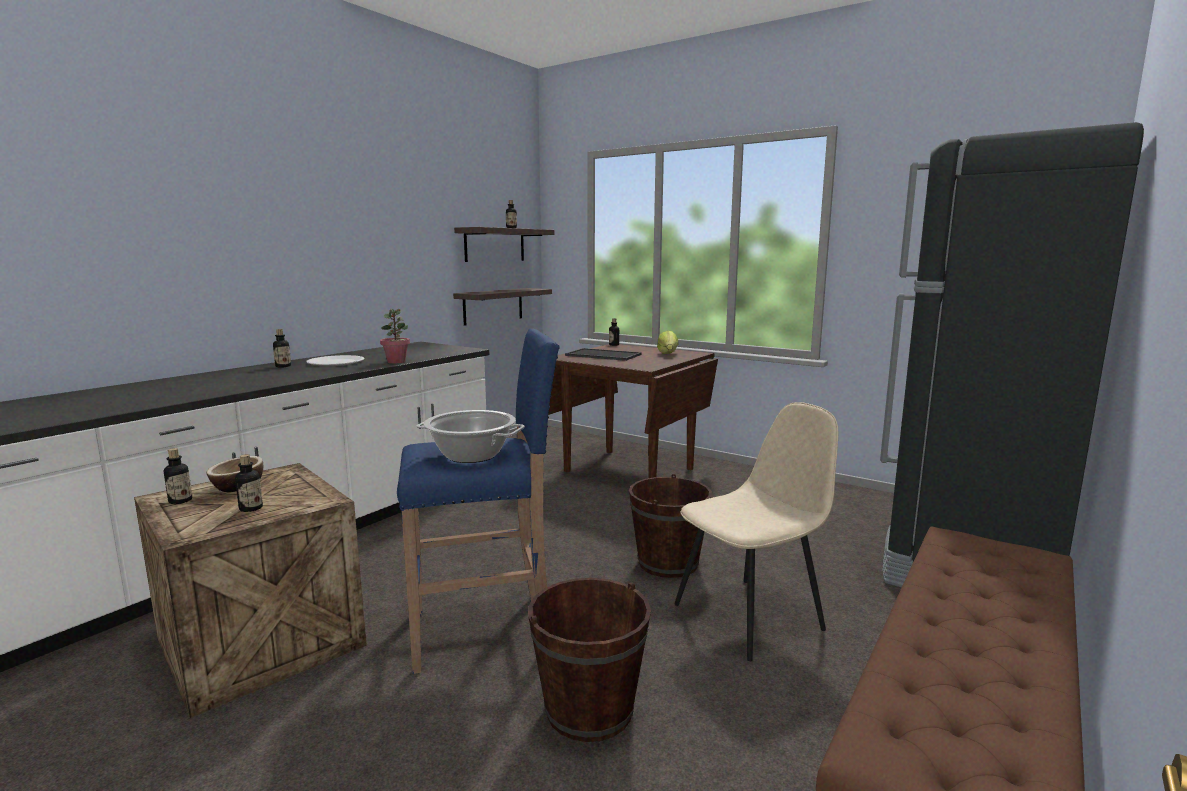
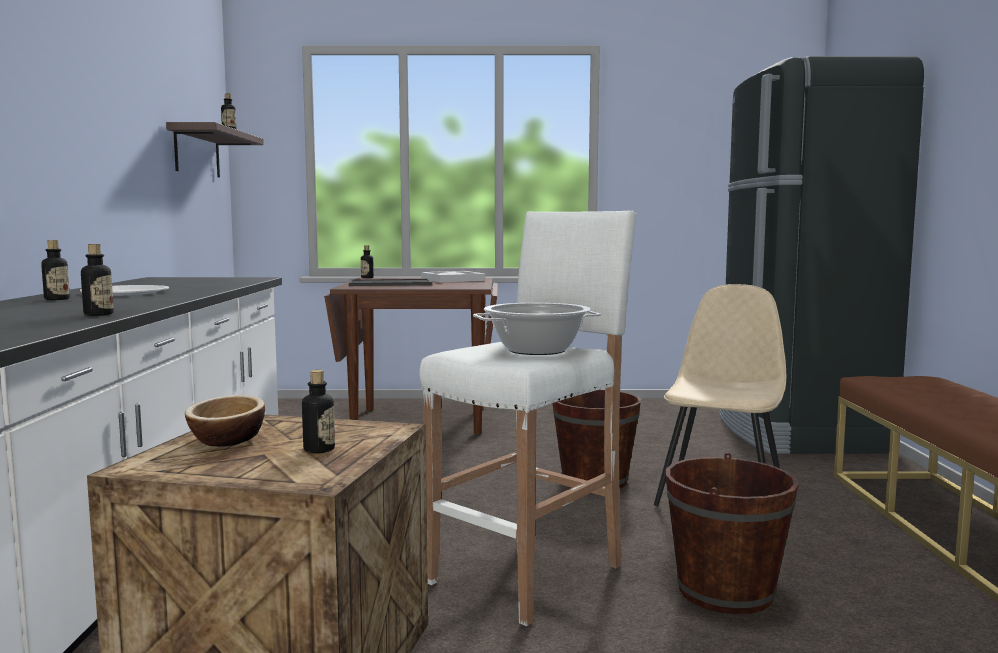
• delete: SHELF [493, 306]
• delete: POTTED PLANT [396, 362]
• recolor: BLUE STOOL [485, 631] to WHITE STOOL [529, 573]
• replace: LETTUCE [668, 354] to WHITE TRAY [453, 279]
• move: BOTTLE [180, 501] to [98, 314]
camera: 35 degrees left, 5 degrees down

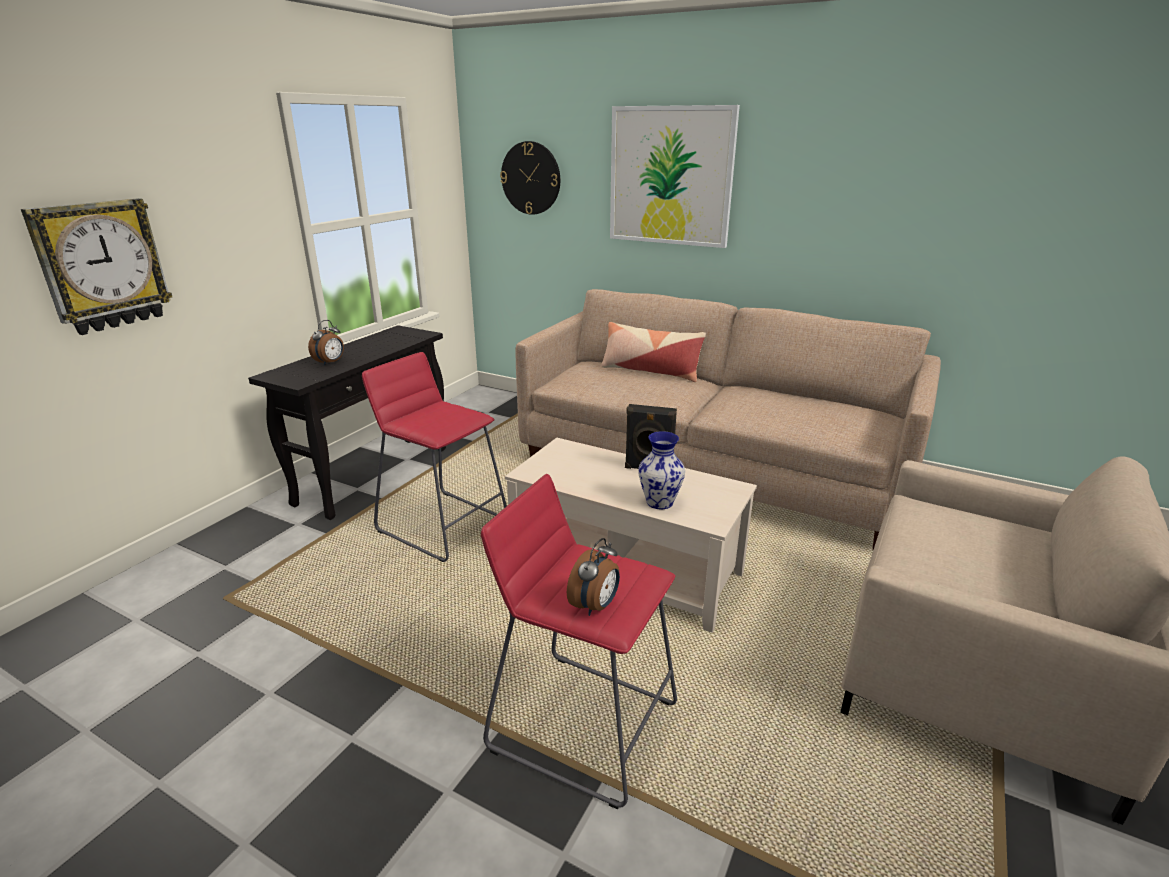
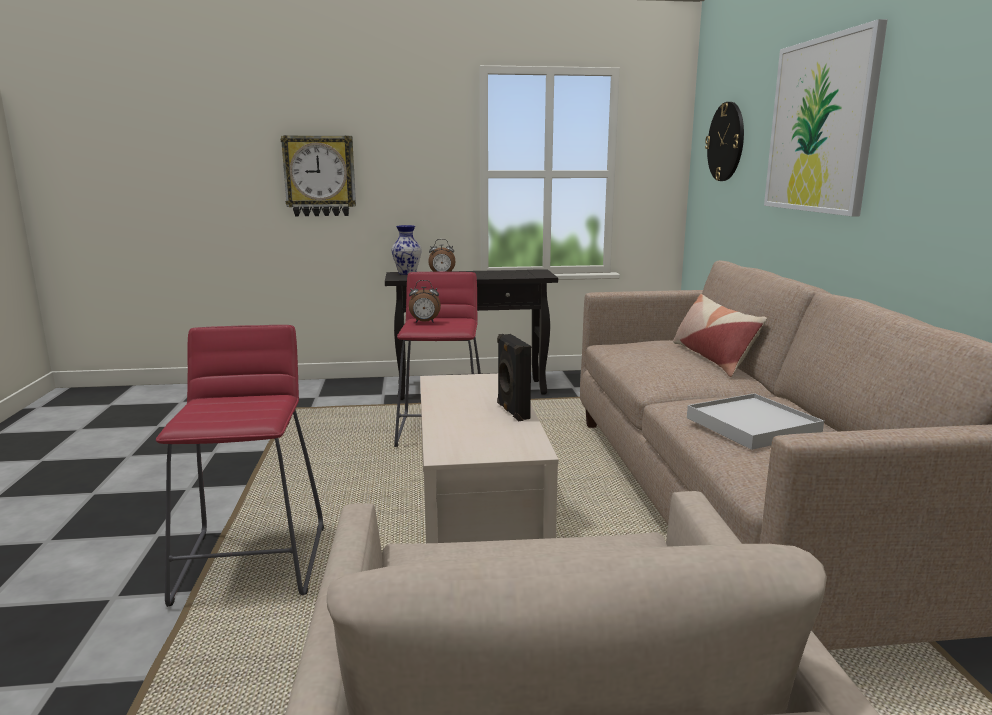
• move: VASE [660, 502] to [407, 273]
• move: ALARM CLOCK [595, 606] to [424, 322]
• insert: WHITE TRAY [752, 426]
camera: 55 degrees right, 10 degrees down

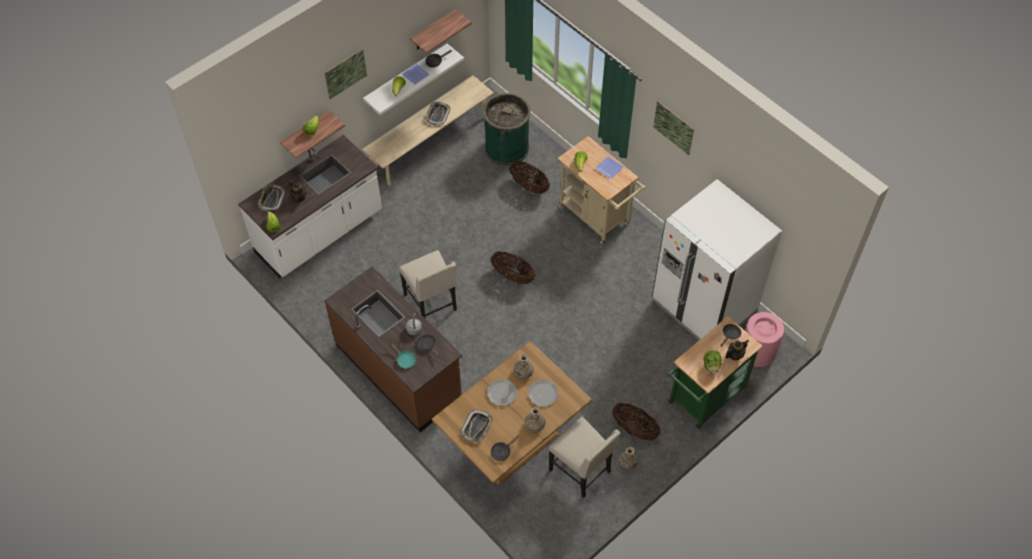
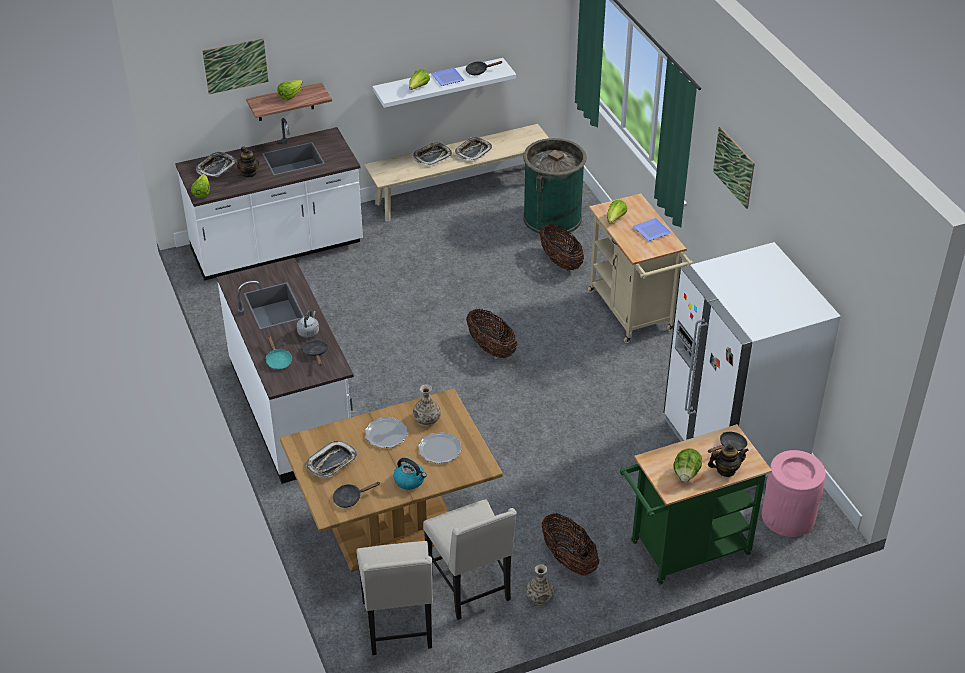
• delete: SHELF [433, 31]
• move: PICTURE [345, 73] to [235, 66]
• move: BEIGE CHAIR [432, 303] to [399, 626]
• recolor: BROWN COUNTER [399, 371] to WHITE COUNTER [292, 411]
• replace: VASE [535, 425] to KETTLE [410, 480]
• insert: TRAY [432, 156]
camera: 20 degrees right, 15 degrees down

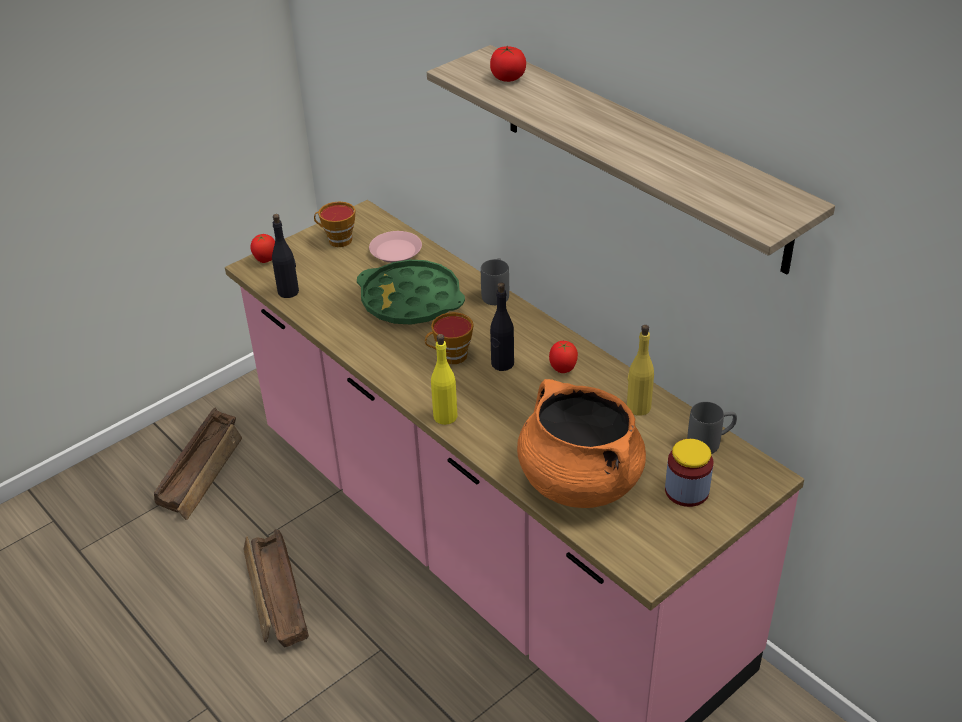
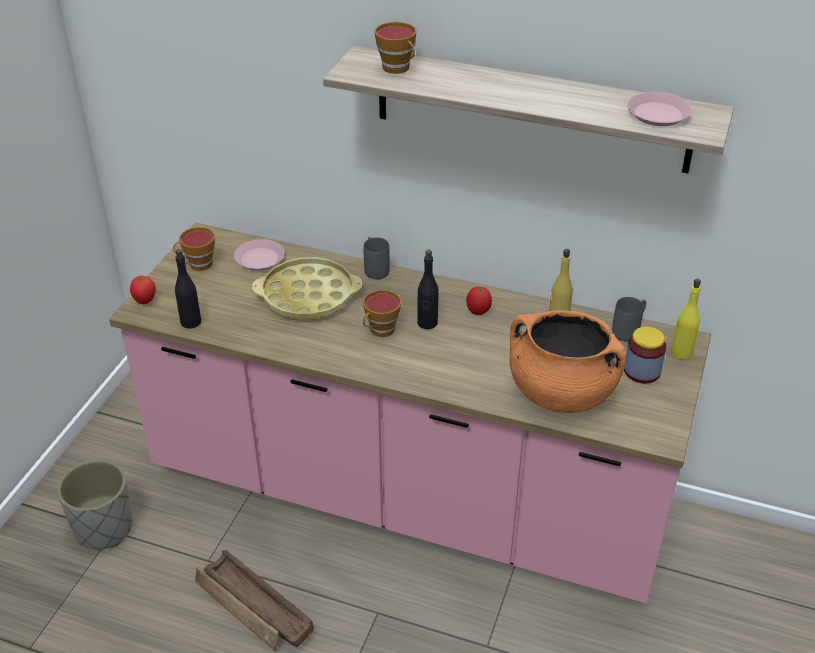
• replace: TOMATO [508, 78] to CUP [398, 68]
• recolor: GREEN TRAY [411, 300] to YELLOW TRAY [308, 296]
• move: YELLOW BOTTLE [445, 416] to [681, 352]
• replace: CRATE [202, 470] to GREY PLANTER [103, 527]
• insert: PINK PLATE [658, 114]
camera: 30 degrees left, 0 degrees up

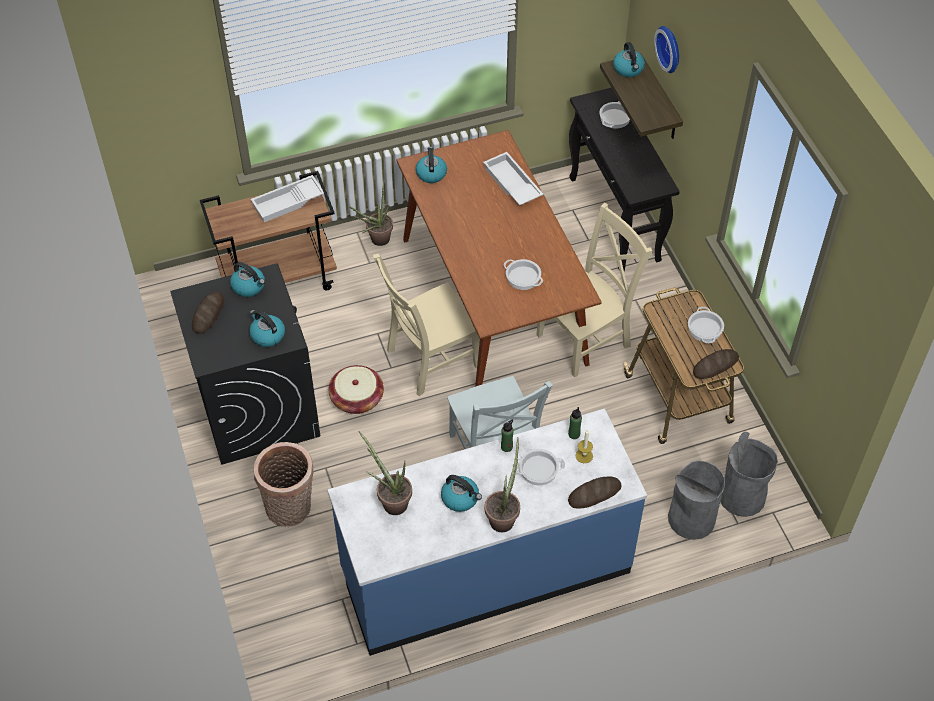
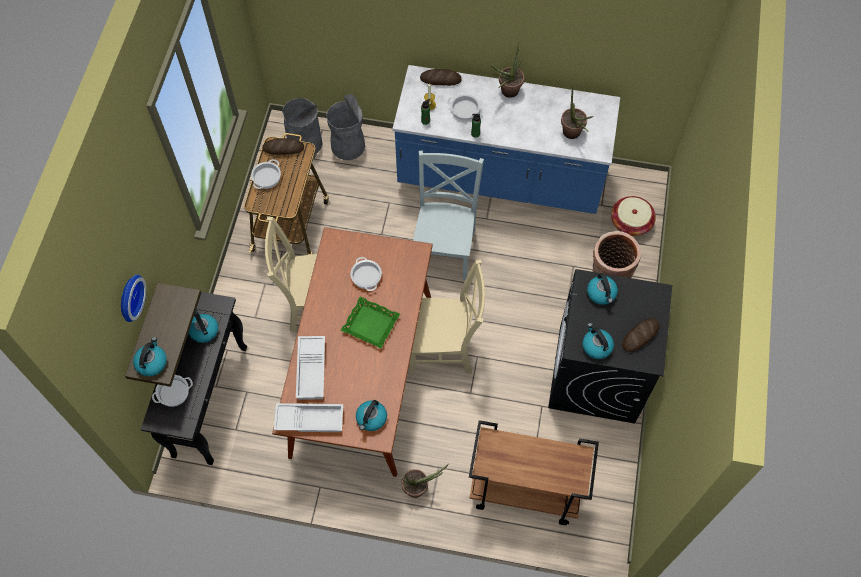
• move: WHITE TRAY [288, 203] to [310, 419]
• move: BASKET [357, 398] to [631, 222]
• move: KETTLE [461, 498] to [204, 330]
• insert: GREEN TRAY [370, 325]
camera: 150 degrees left, 10 degrees up

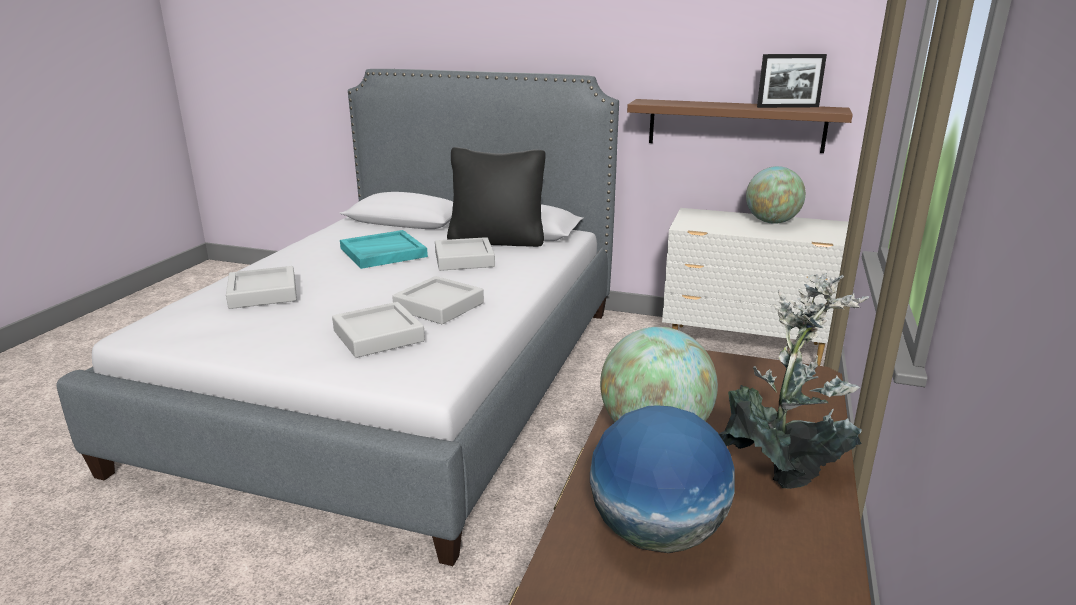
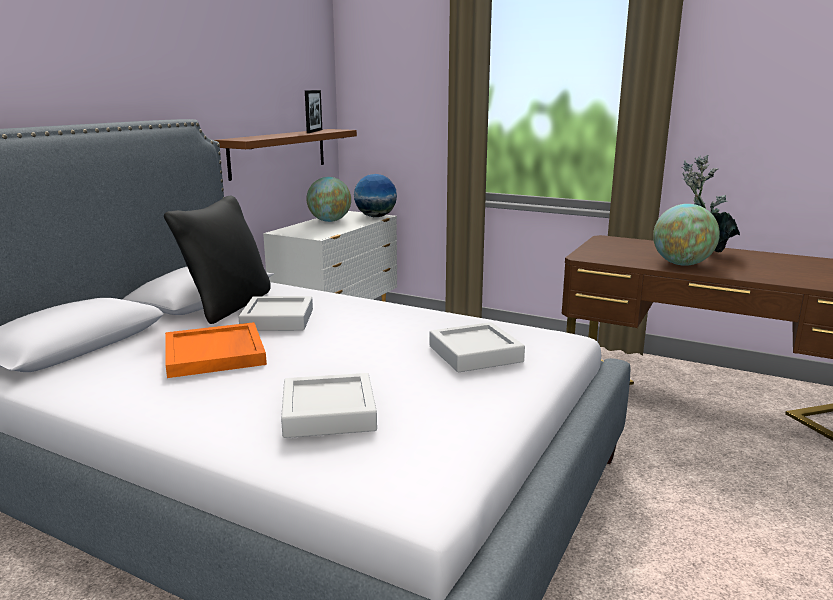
• recolor: TURQUOISE TRAY [383, 253] to ORANGE TRAY [215, 354]
• delete: GREY TRAY [439, 306]
• move: GLOBE [657, 533] to [375, 217]
camera: 80 degrees left, 5 degrees down

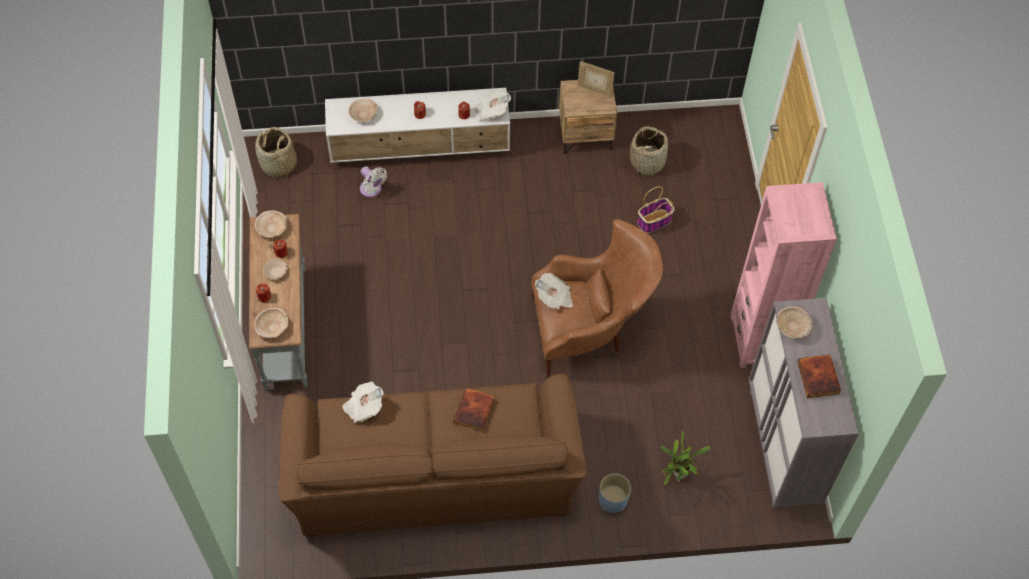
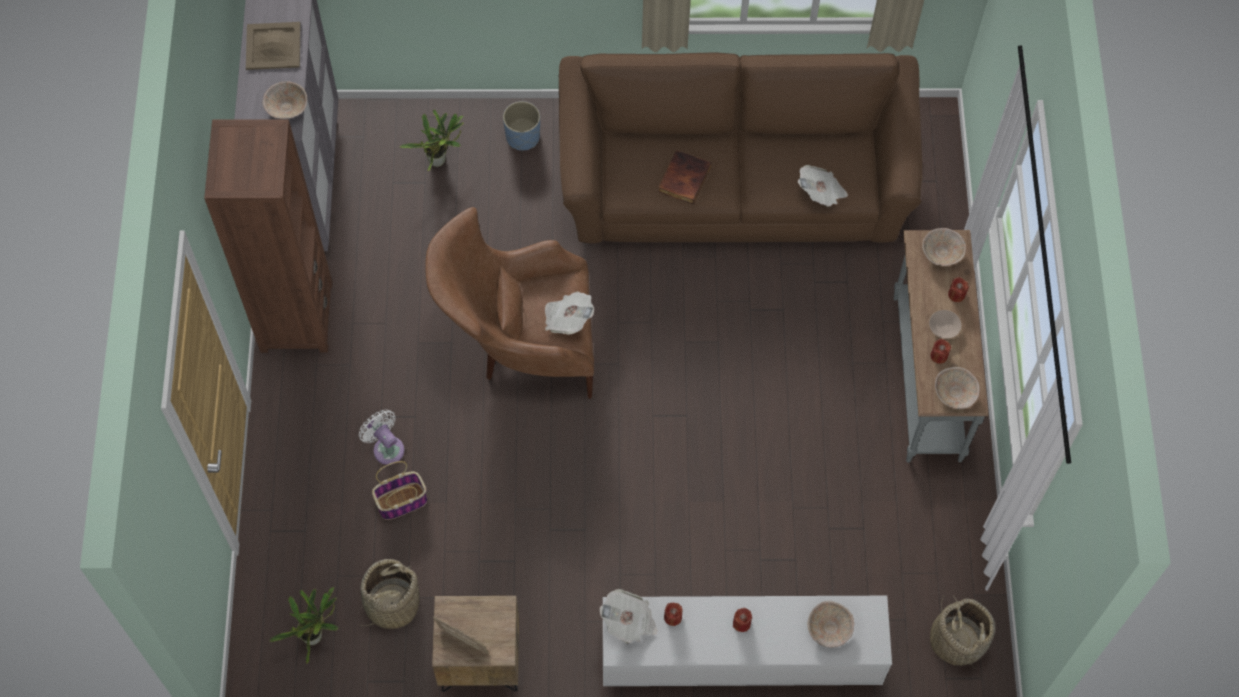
• move: WHITE FAN [372, 190] to [386, 447]
• recolor: PINK BOOKCASE [760, 339] to BROWN BOOKCASE [296, 317]
• replace: BOOK [819, 378] to BEIGE TRAY [272, 46]
• insert: POTTED PLANT [315, 635]
camera: 175 degrees left, 5 degrees up

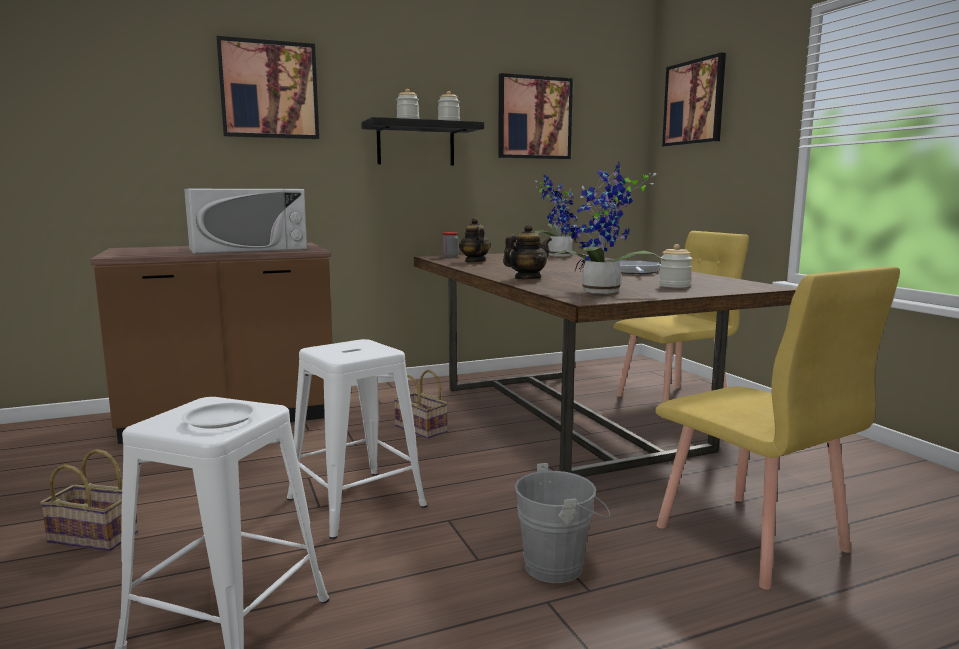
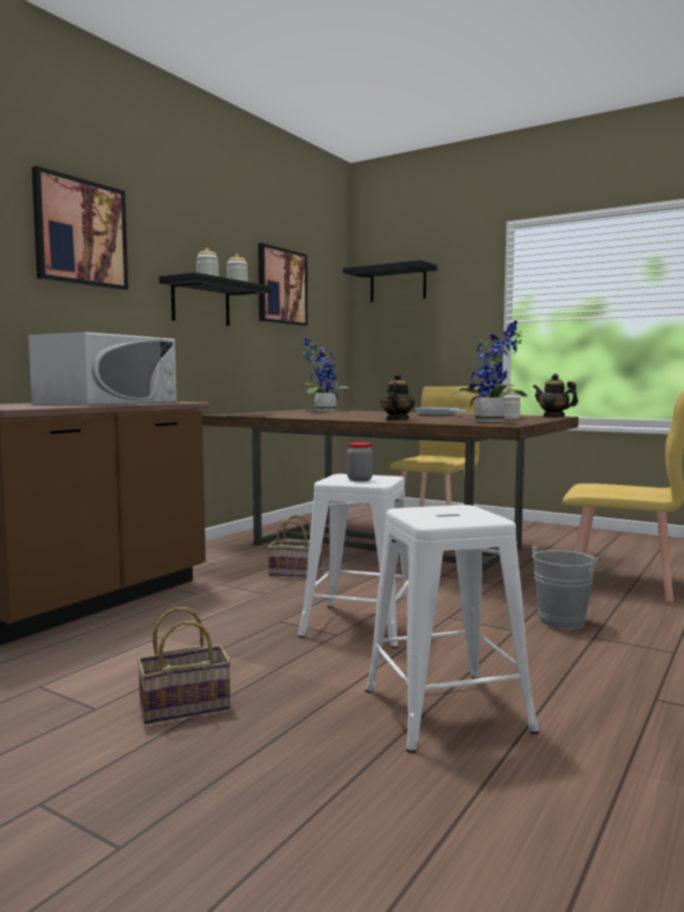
• replace: PICTURE [694, 102] to BLACK SHELF [398, 284]
• move: TEAPOT [474, 261] to [553, 416]
• move: JAR [450, 256] to [359, 480]
• delete: WHITE PLATE [221, 420]
camera: 35 degrees left, 5 degrees down

